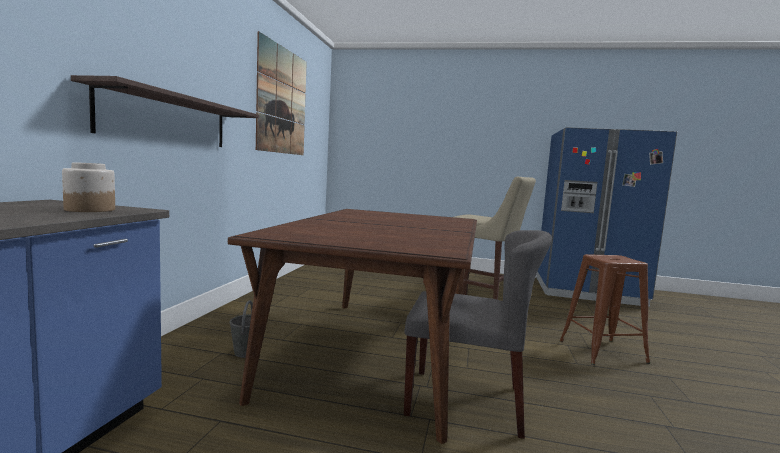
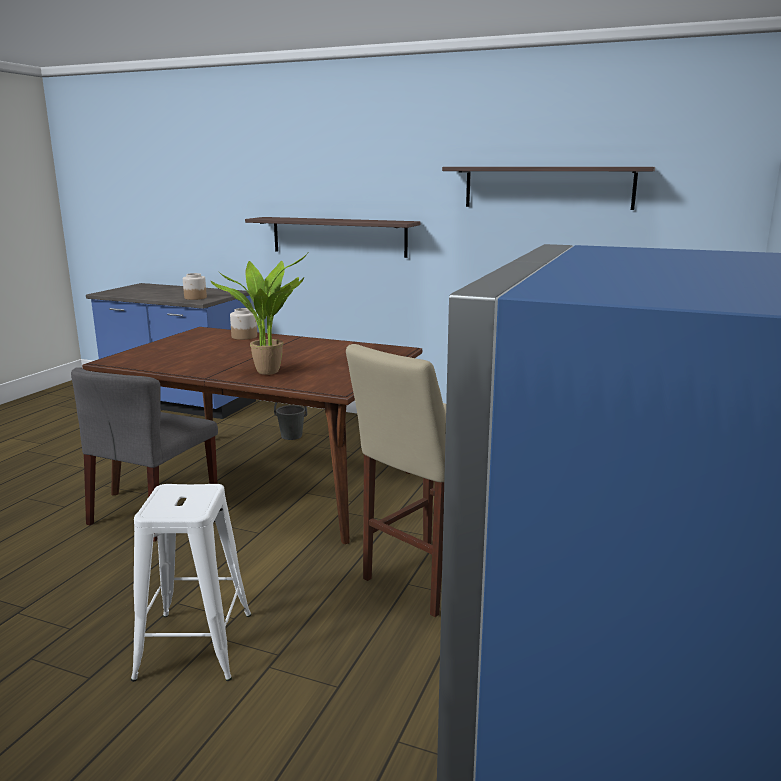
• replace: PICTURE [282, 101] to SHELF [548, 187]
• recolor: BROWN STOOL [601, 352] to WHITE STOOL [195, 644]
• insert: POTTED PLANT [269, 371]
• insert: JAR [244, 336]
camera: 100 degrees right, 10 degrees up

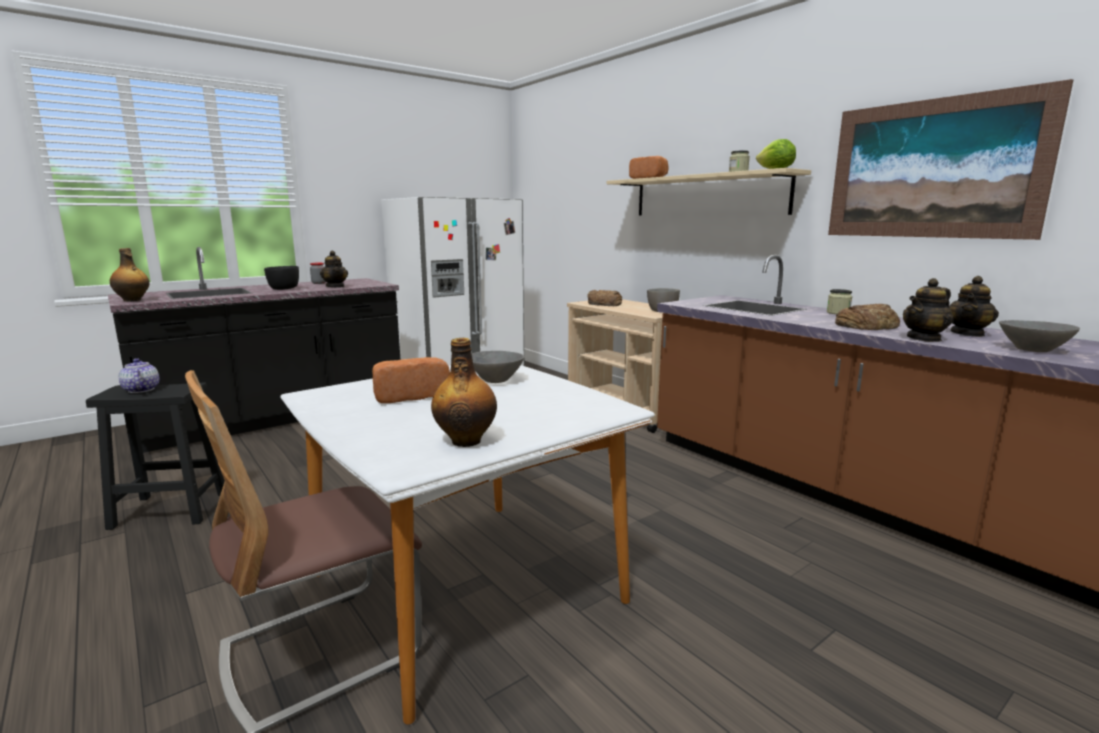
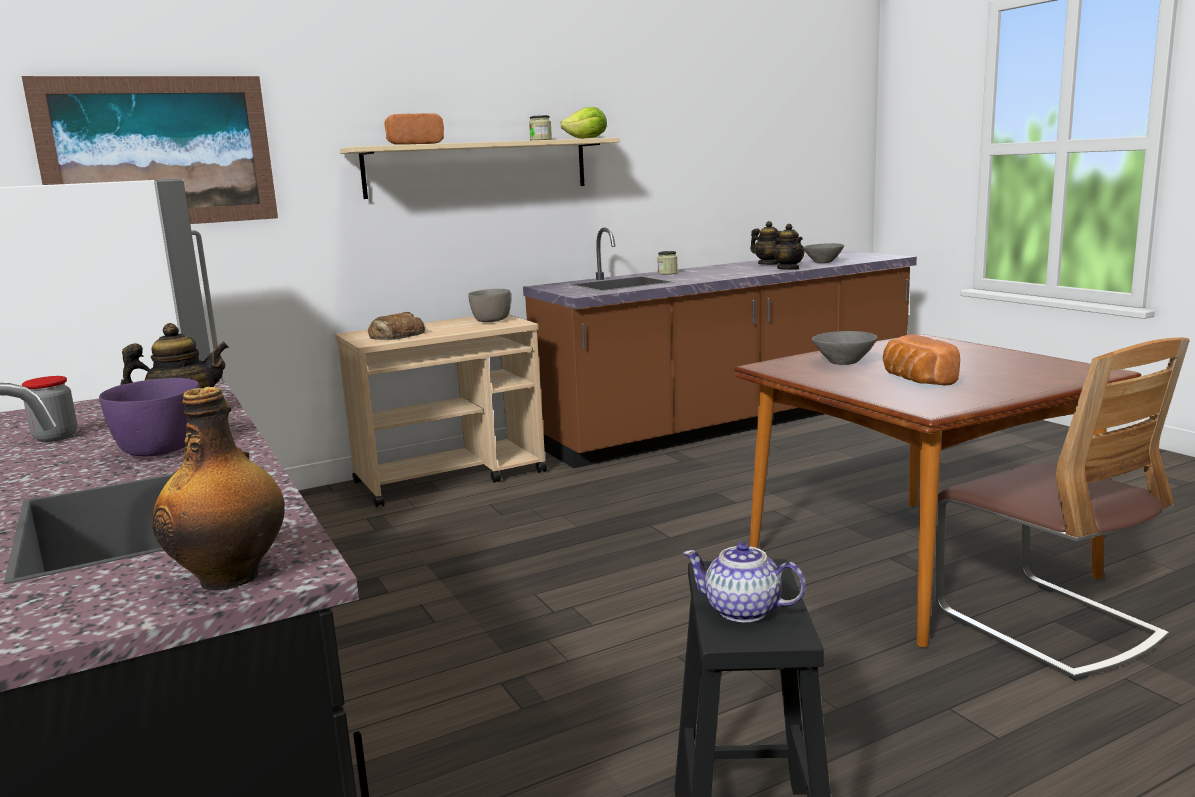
• move: PICTURE [932, 169] to [158, 152]
• recolor: BLACK BOWL [283, 289] to PURPLE BOWL [160, 451]
• delete: BREAD [866, 325]
• delete: BOTTLE [466, 440]
• rotate: TEAPOT [141, 390] = [743, 611] 45 degrees clockwise
• recolor: WHITE DINING TABLE [466, 589] to BROWN DINING TABLE [918, 564]
camera: 80 degrees left, 0 degrees up

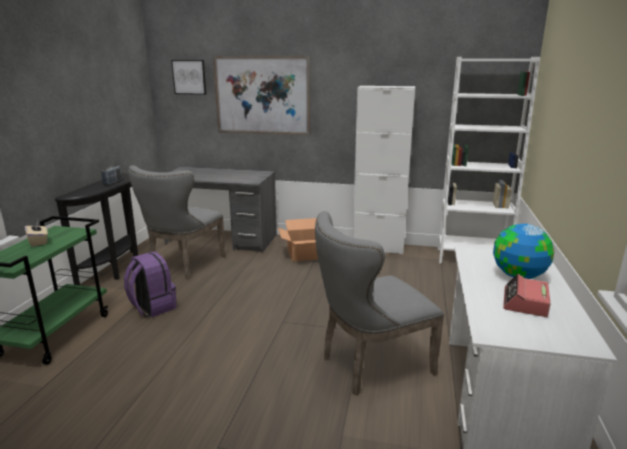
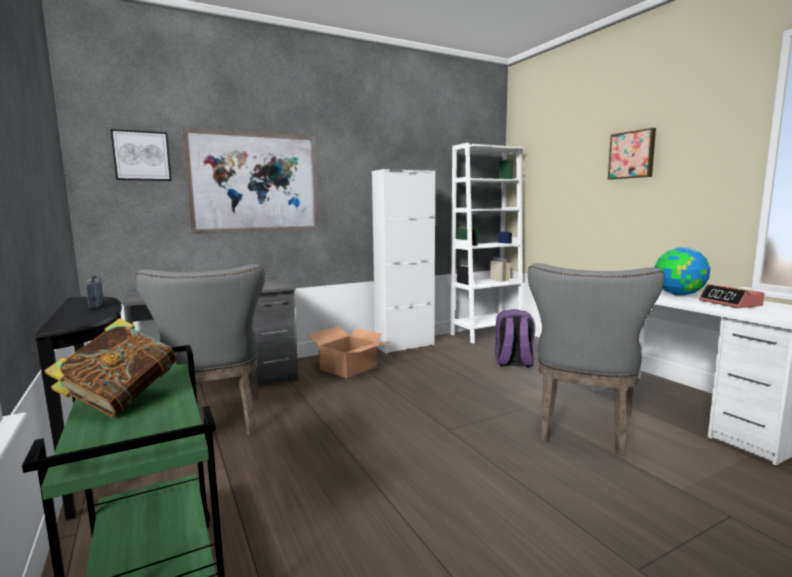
• replace: BEIGE TISSUE BOX [38, 242] to BOOK [121, 401]
• move: PURPLE BACKPACK [152, 307] to [513, 363]
• insert: PICTURE [632, 155]
camera: 40 degrees left, 10 degrees down

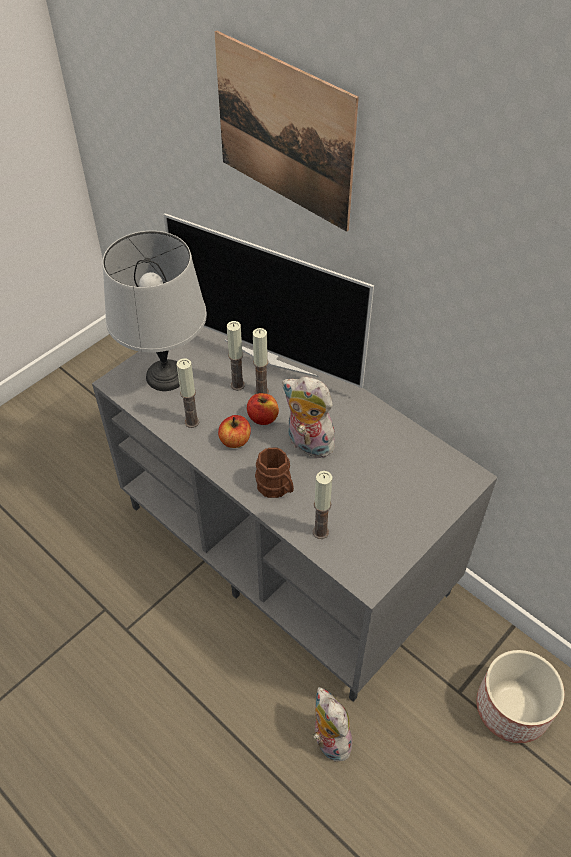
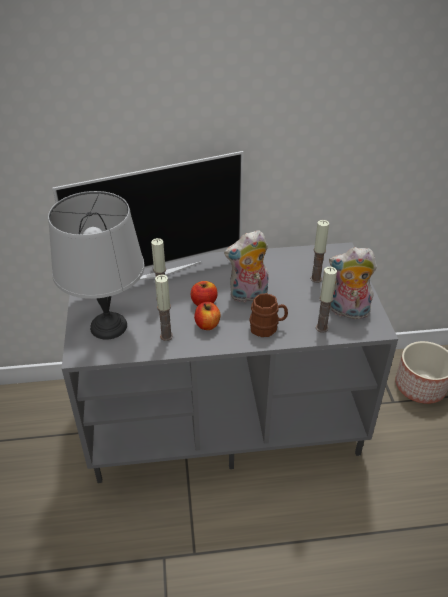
• delete: PICTURE [284, 132]
• move: CANDLE [261, 392] to [316, 279]
• move: PLUSH TOY [328, 740] to [347, 312]
camera: 50 degrees left, 10 degrees down

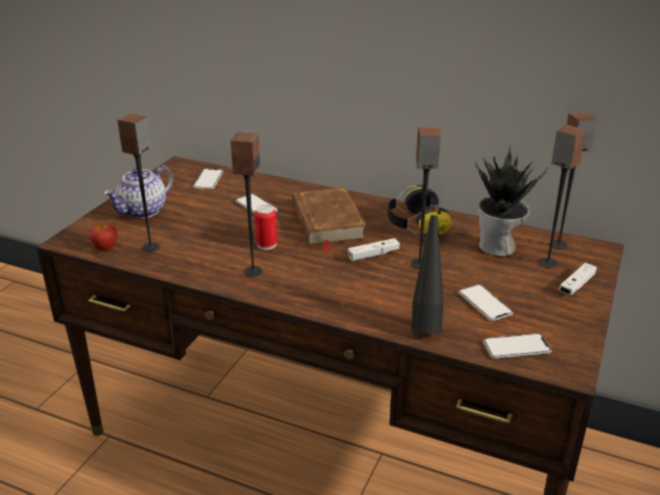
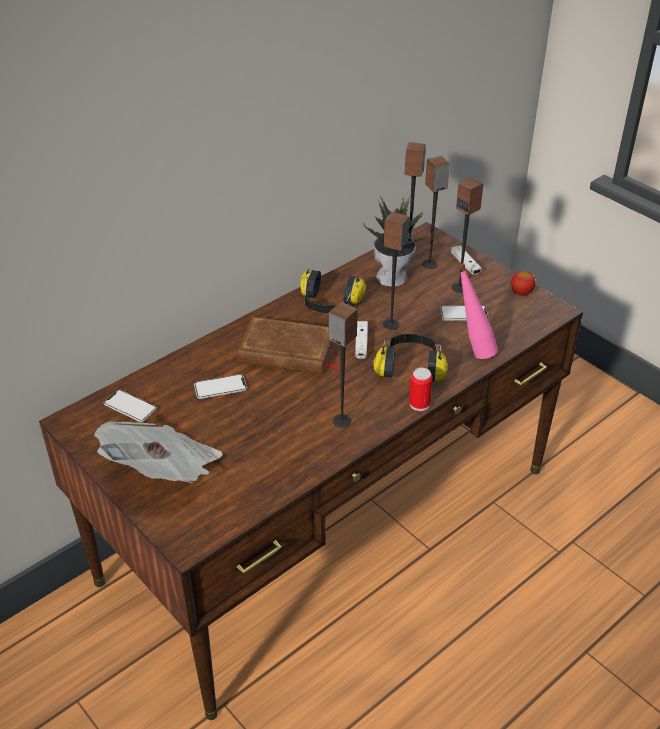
• move: SPEAKER [151, 247] to [459, 288]
• replace: TEAPOT [143, 211] to NEWSPAPER [164, 472]
• move: CAN [266, 244] to [419, 404]
• recolor: BLACK BOTTLE [426, 323] to PINK BOTTLE [472, 350]
• move: APPLE [105, 247] to [521, 292]
• delete: PHONE [516, 347]
• insert: HEADPHONES [410, 368]
camera: 65 degrees left, 10 degrees up

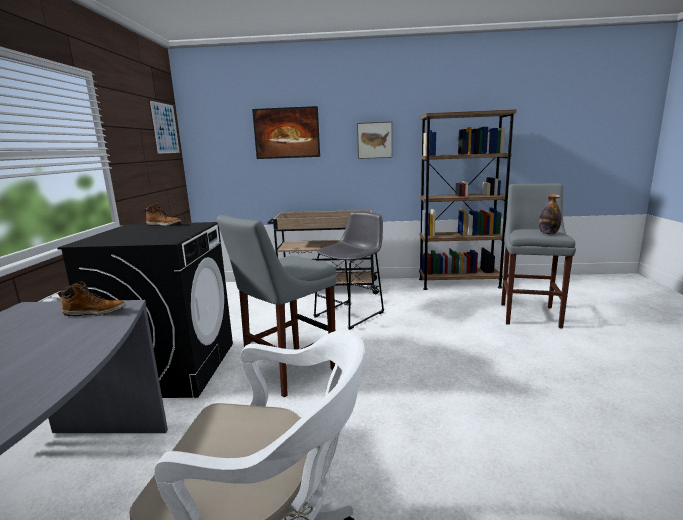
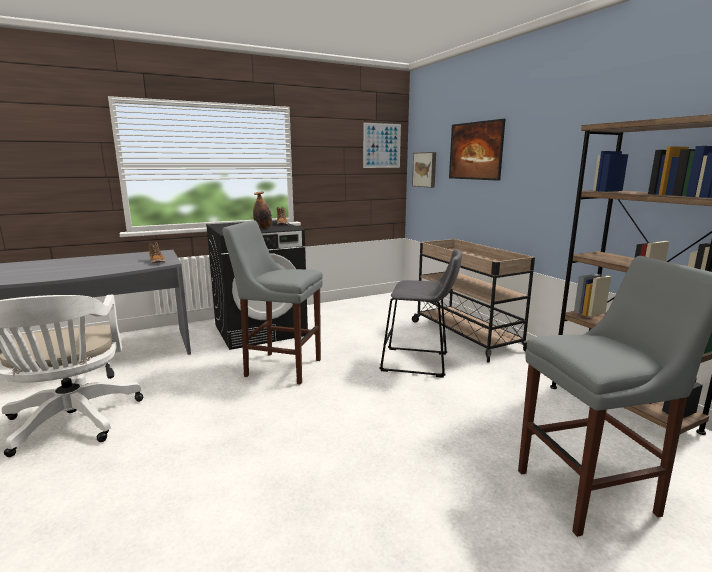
• move: PICTURE [374, 140] to [425, 169]
• move: BOTTLE [548, 233] to [263, 228]
camera: 60 degrees right, 0 degrees up

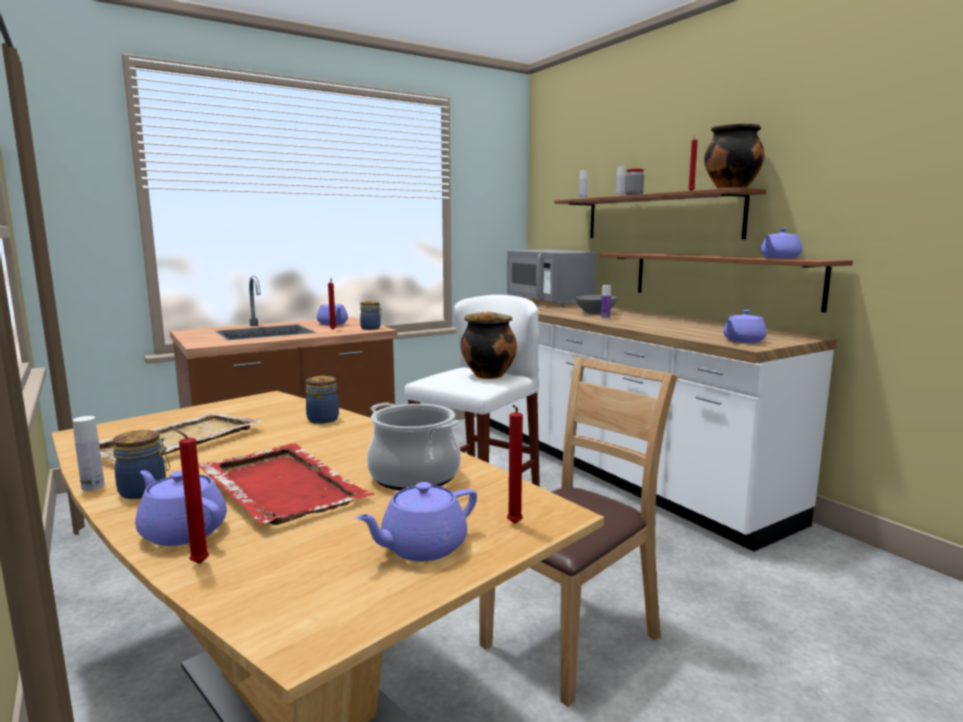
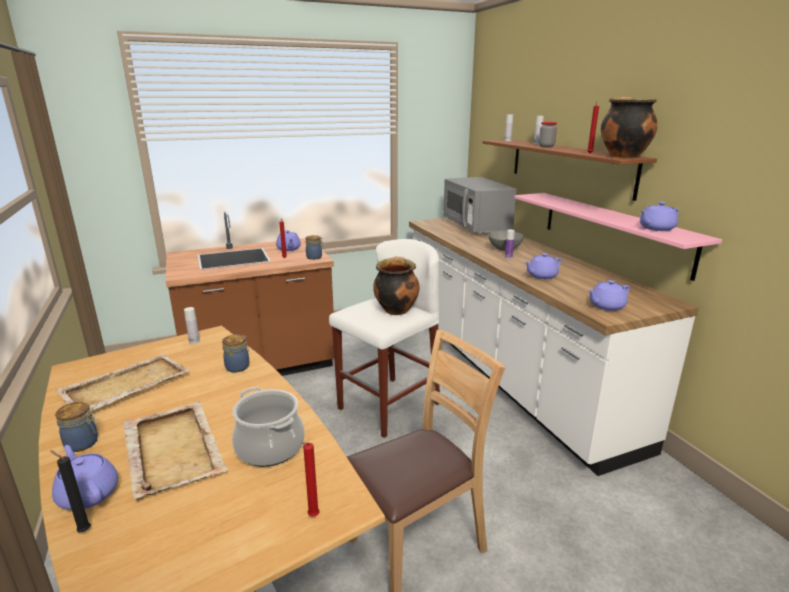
• recolor: BROWN SHELF [720, 278] to PINK SHELF [612, 231]
• move: WHITE BOTTLE [93, 486] to [194, 341]
• recolor: RED CANDLE [196, 563] to BLACK CANDLE [83, 531]
• recolor: RED TRAY [281, 486] to BEIGE TRAY [173, 449]
• move: PURPLE TEAPOT [421, 547] to [541, 276]
camera: 10 degrees right, 10 degrees up

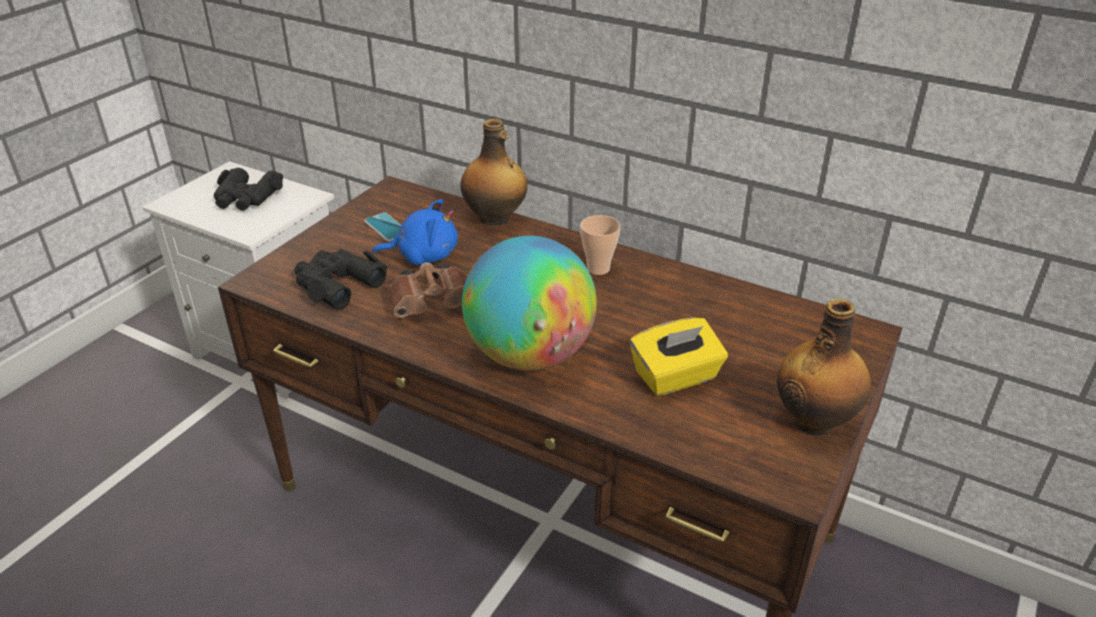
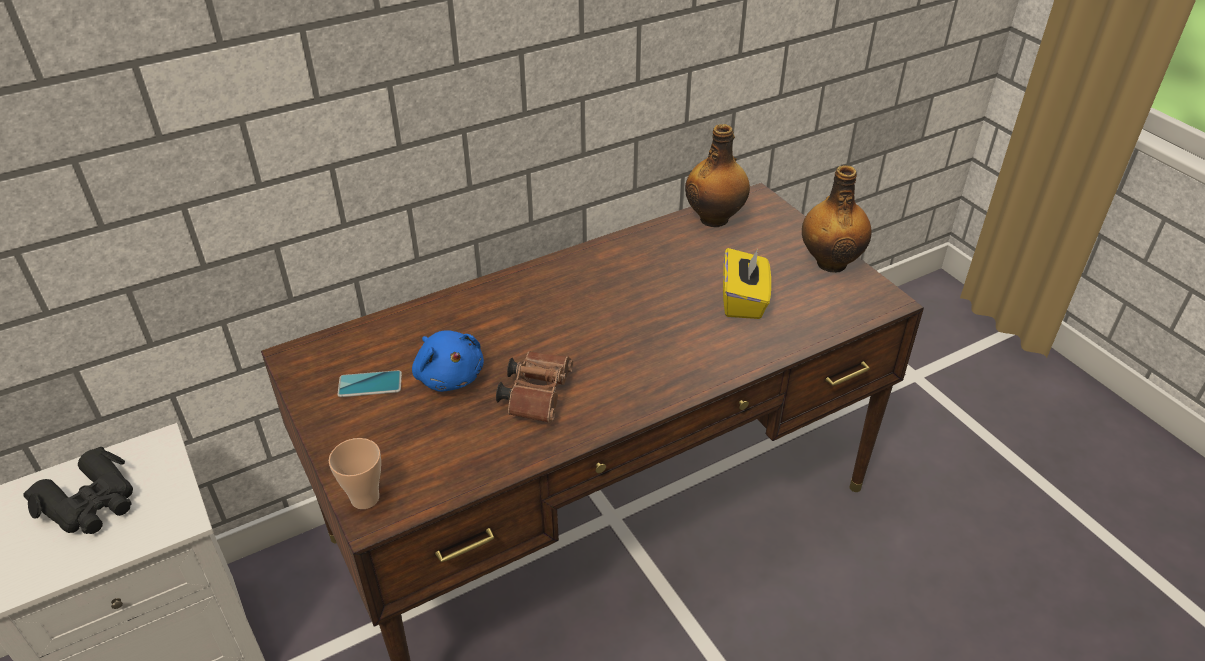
• move: BOTTLE [495, 218] to [715, 218]
• rotate: BLUE PLUSH TOY [423, 255] = [449, 375] 120 degrees clockwise
• move: CUP [598, 269] to [365, 498]
• delete: GLOBE [530, 355]
• delete: BLACK BINOCULARS [337, 284]
camera: 60 degrees left, 5 degrees up

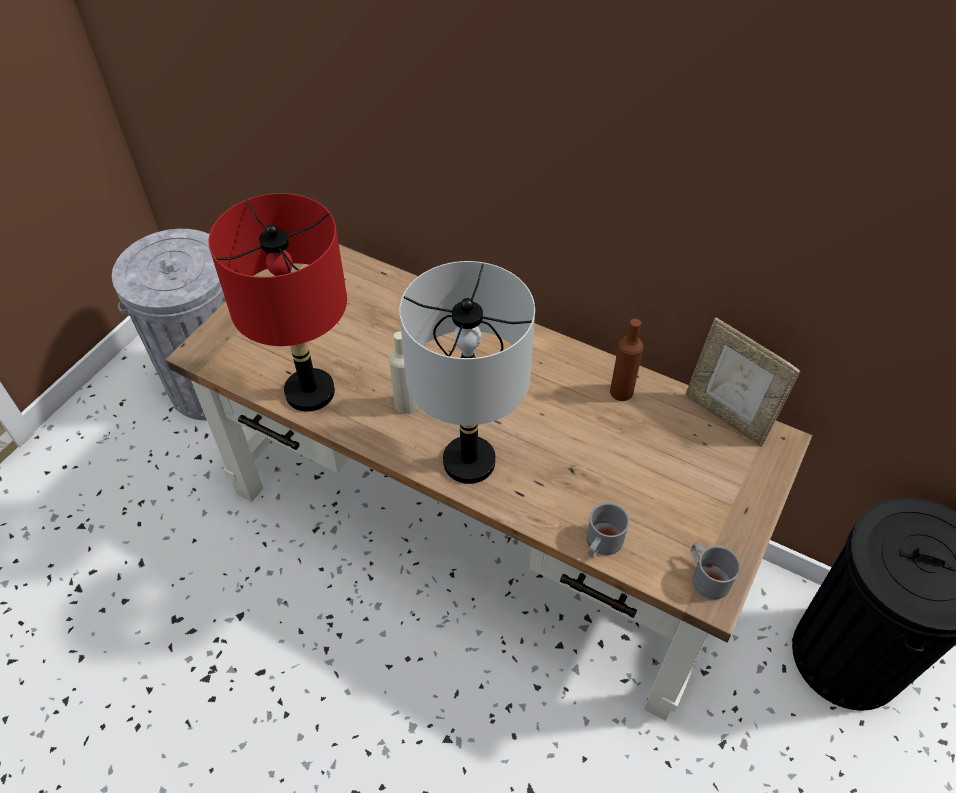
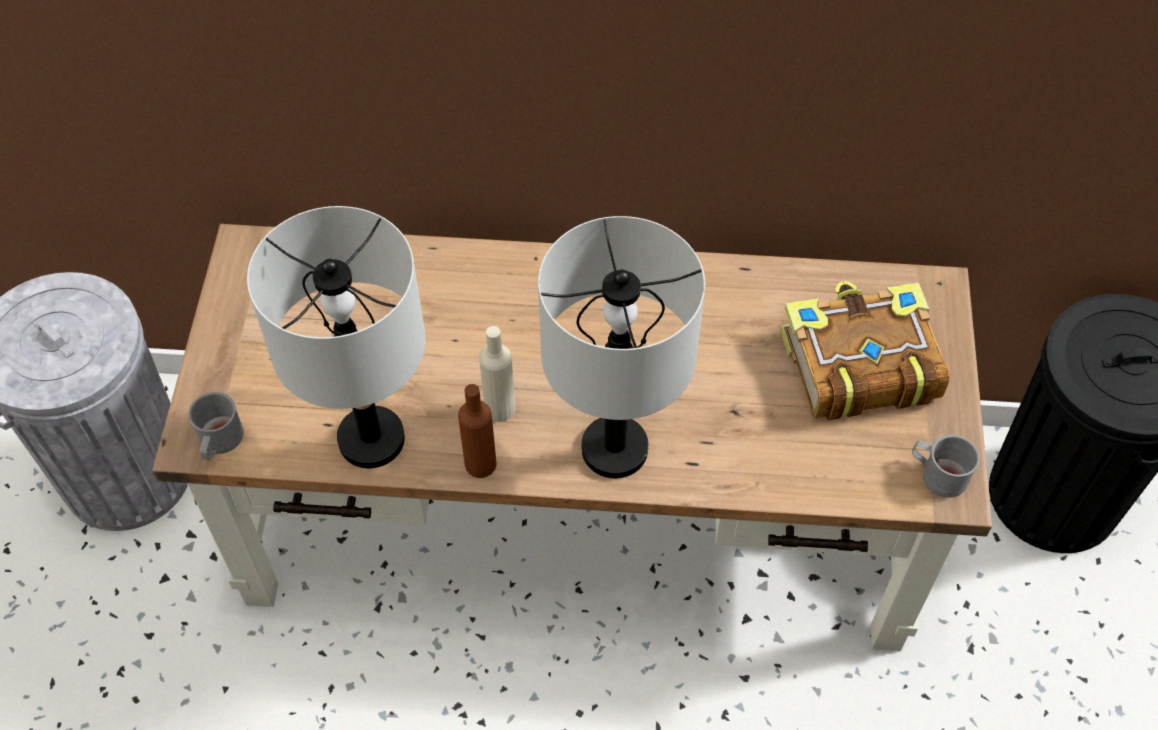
• recolor: RED TABLE LAMP [309, 392] to GREY TABLE LAMP [371, 440]
• delete: PICTURE FRAME [727, 416]
• move: BROWN BOTTLE [621, 392] to [480, 464]
• move: GREY MUG [601, 544] to [219, 442]
• insert: BOOK [857, 364]
camera: 25 degrees left, 5 degrees up

